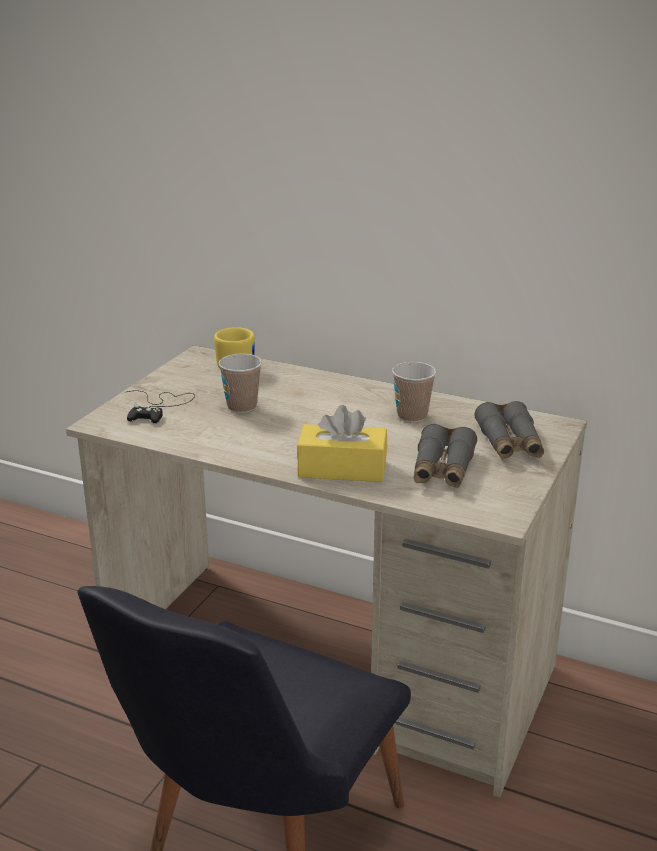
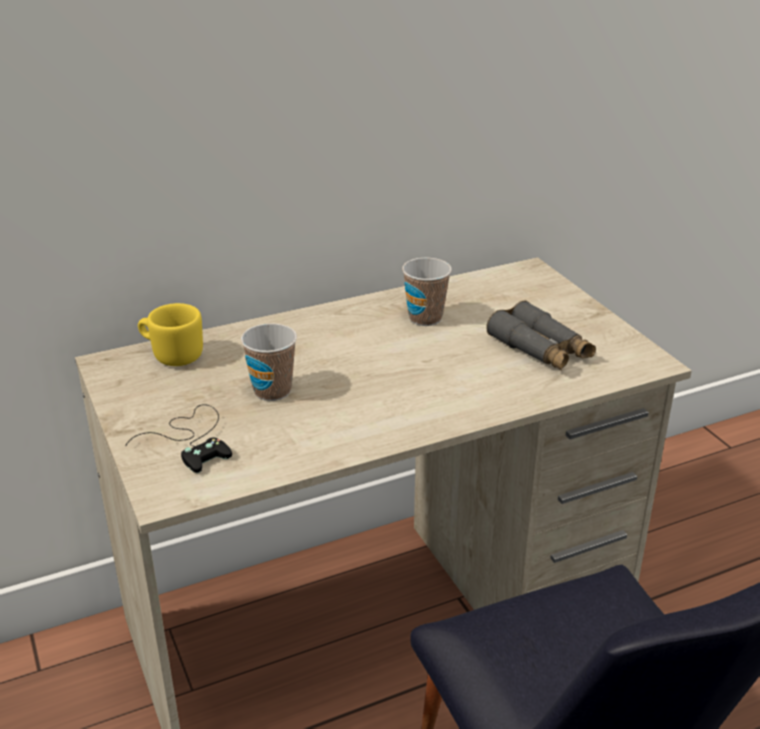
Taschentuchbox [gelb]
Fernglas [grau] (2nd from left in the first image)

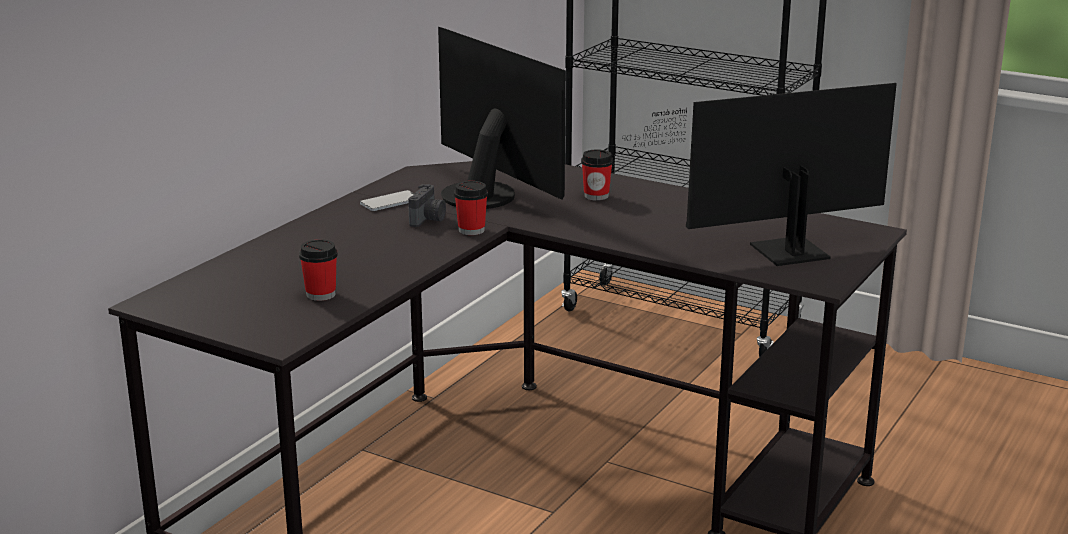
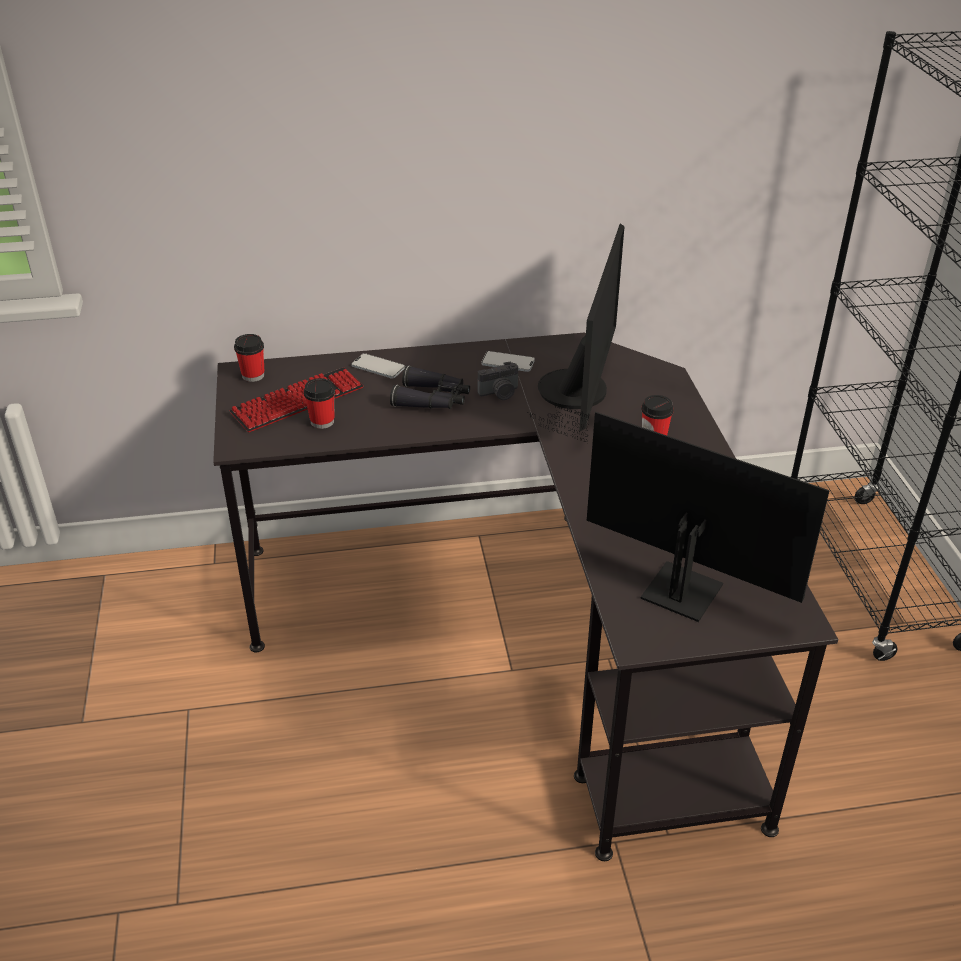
Tastatur
Tasse (1st from left)
Handy (1st from left)
Fernglas [schwarz]

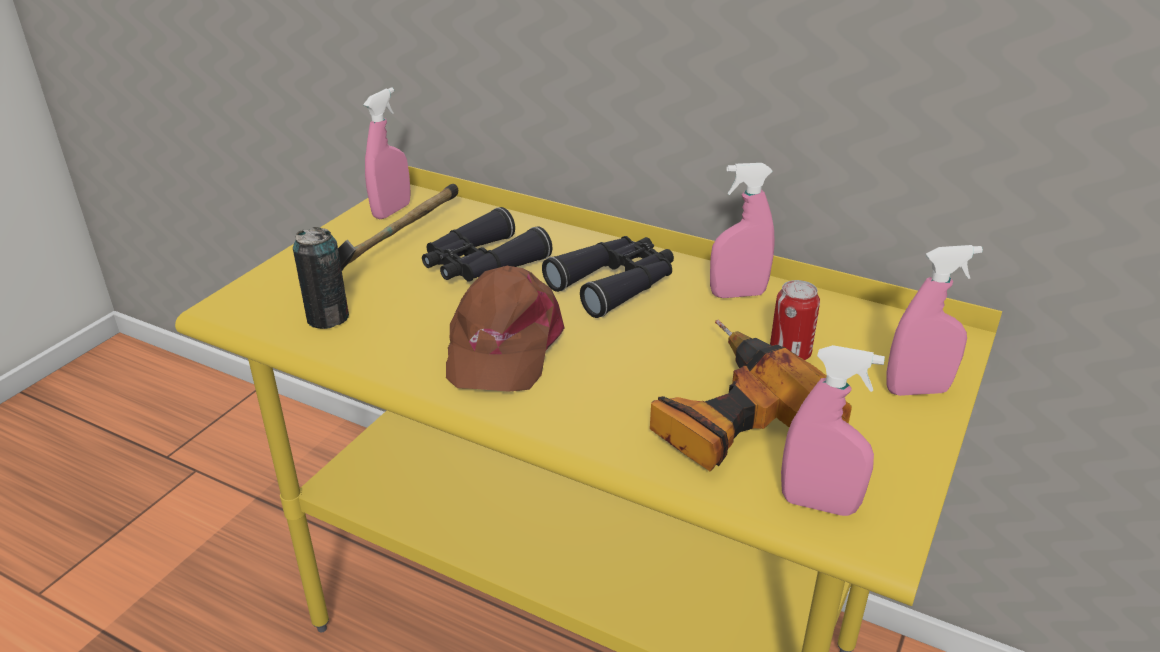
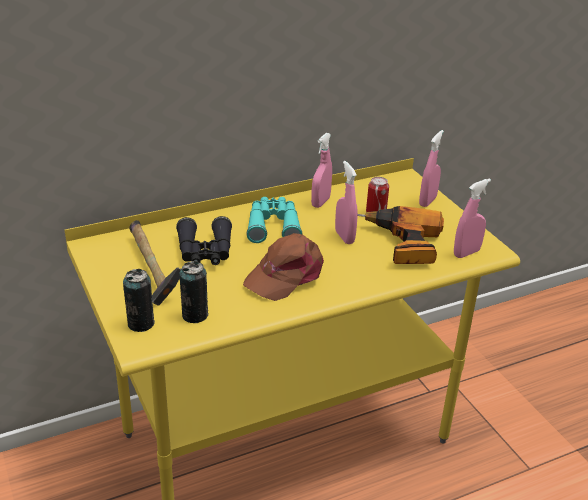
Dose (1st from left)
Kappe [braun]
Fernglas [türkis]
Sprühflasche [rosa] (2nd from left)

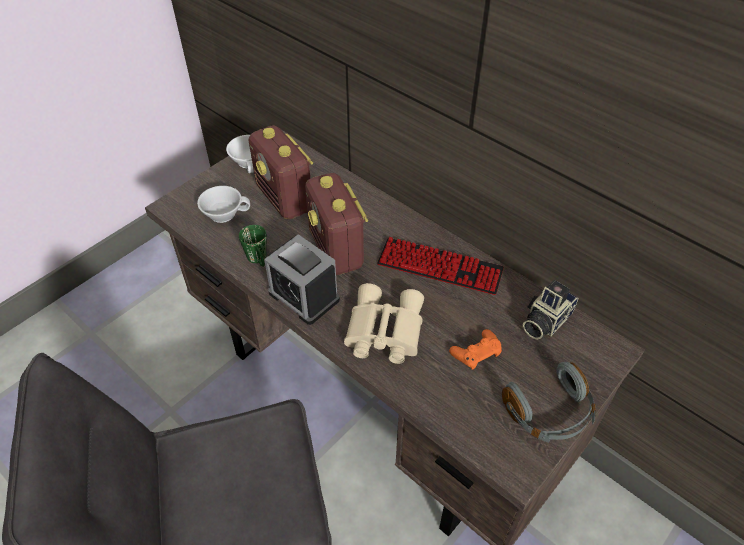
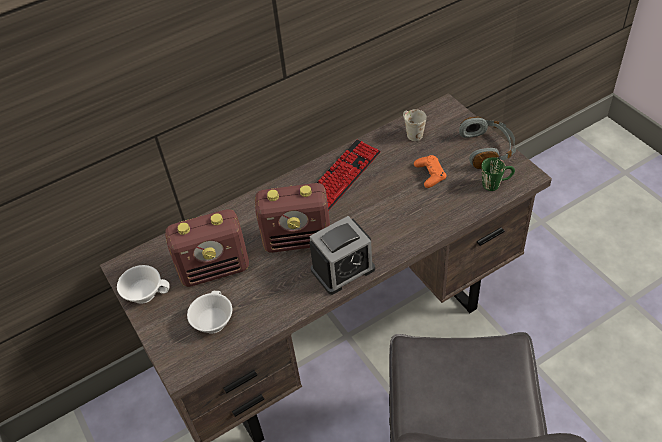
Henkelbecher [weiß]
Henkelbecher [grün]
Fernglas [beige]

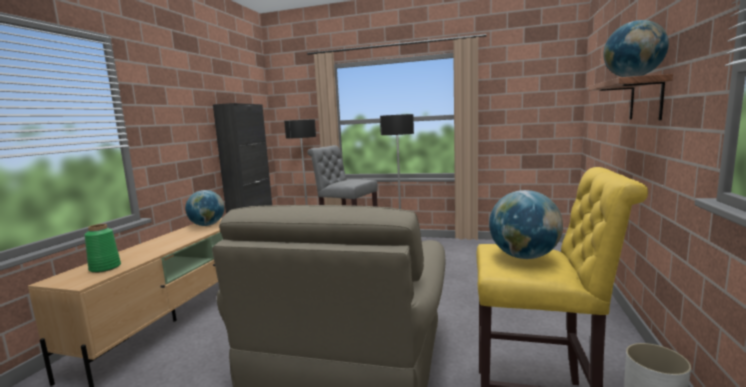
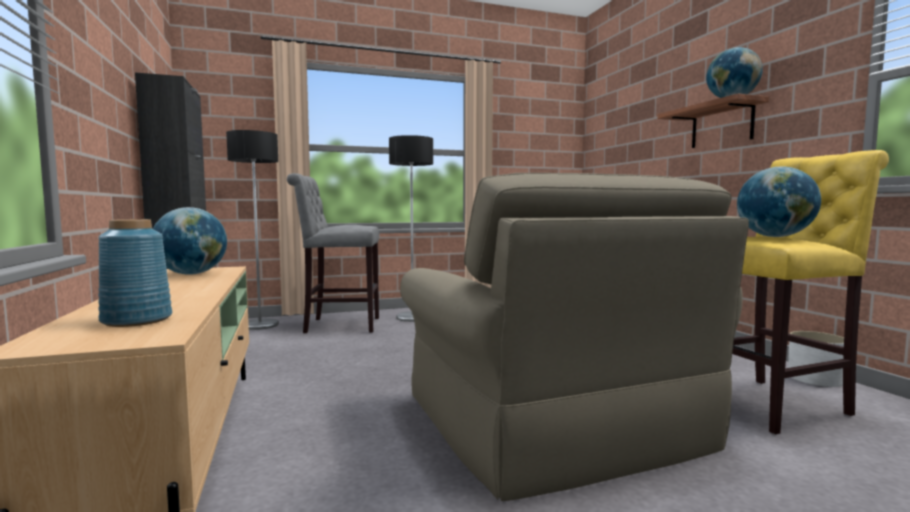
Vase [blau]

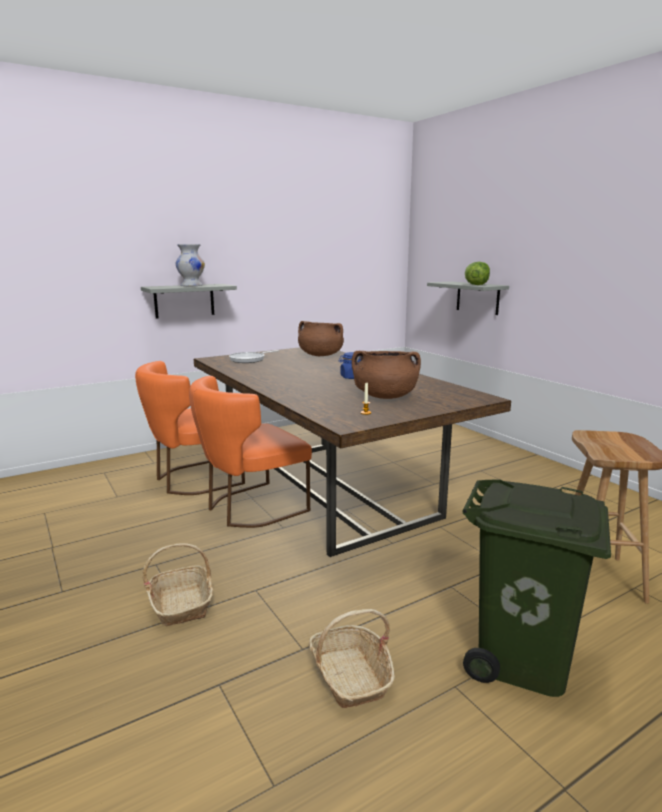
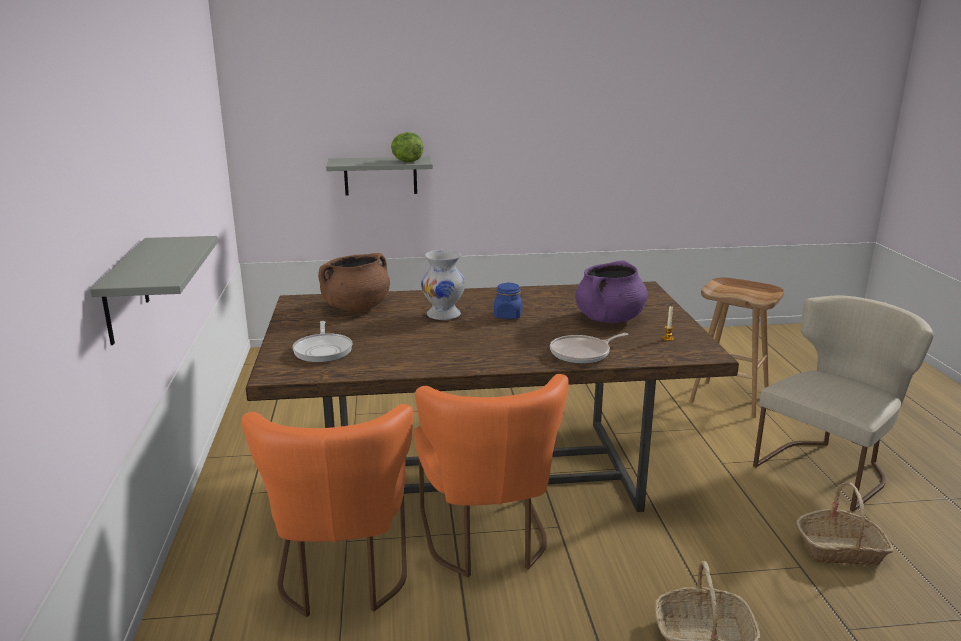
Vase [weiß]
Pfanne (2nd from left)
Kochtopf [lila]
Stuhl [beige]

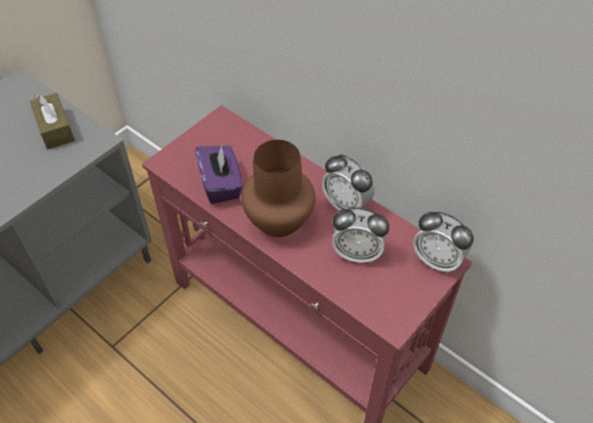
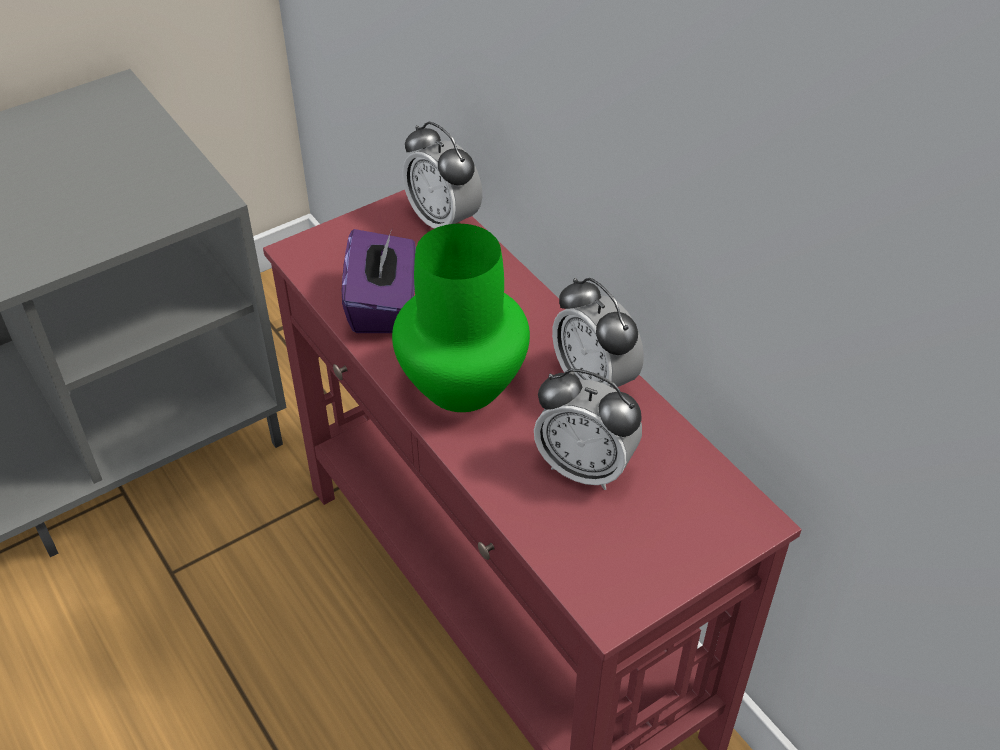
Vase [grün]
Wecker (1st from left)
Taschentuchbox [braun]

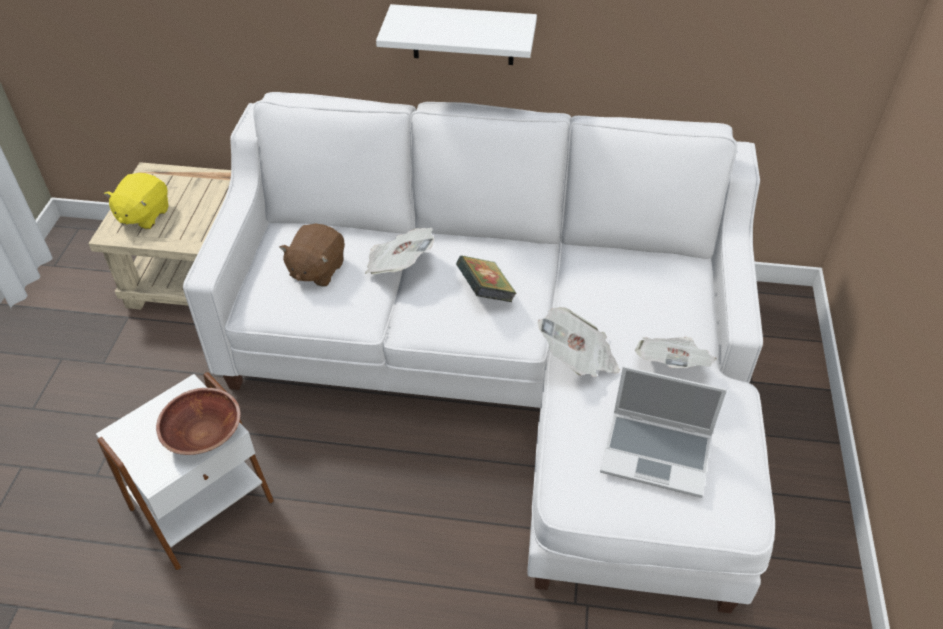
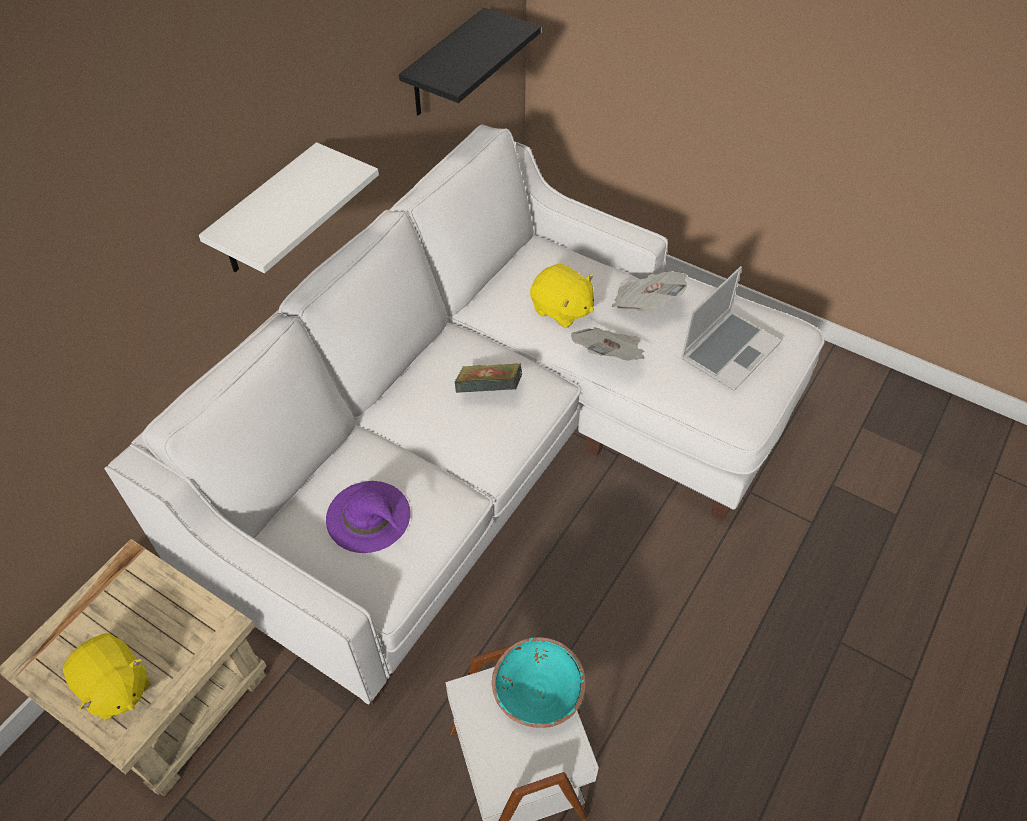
Hut [lila]
Wandregal [schwarz]
Schüssel [türkis]
Plüschtier [gelb] (2nd from left)
Zeitung (1st from left in the first image)

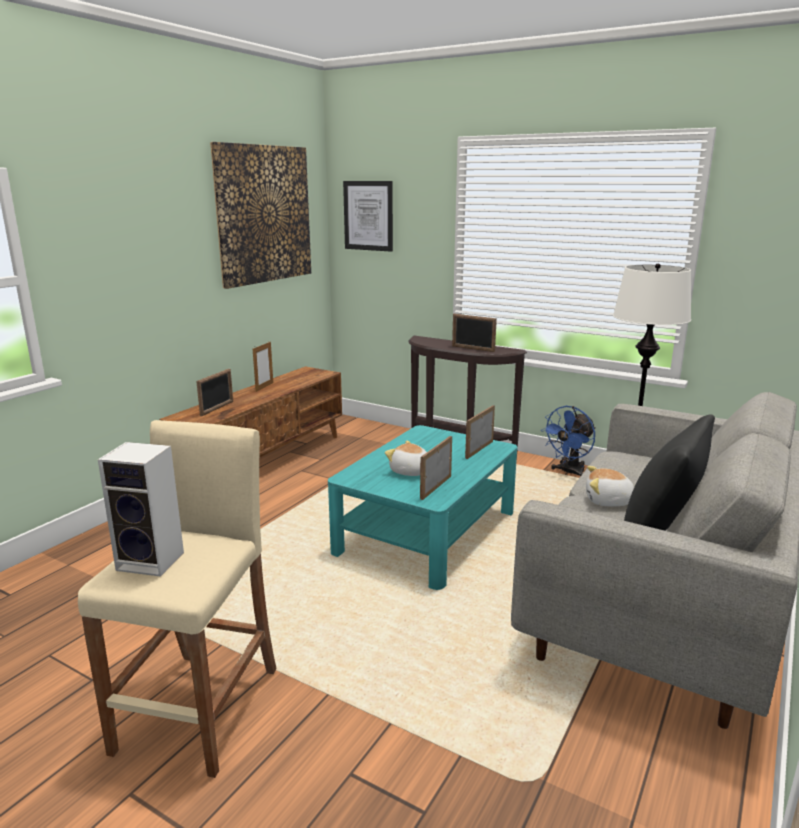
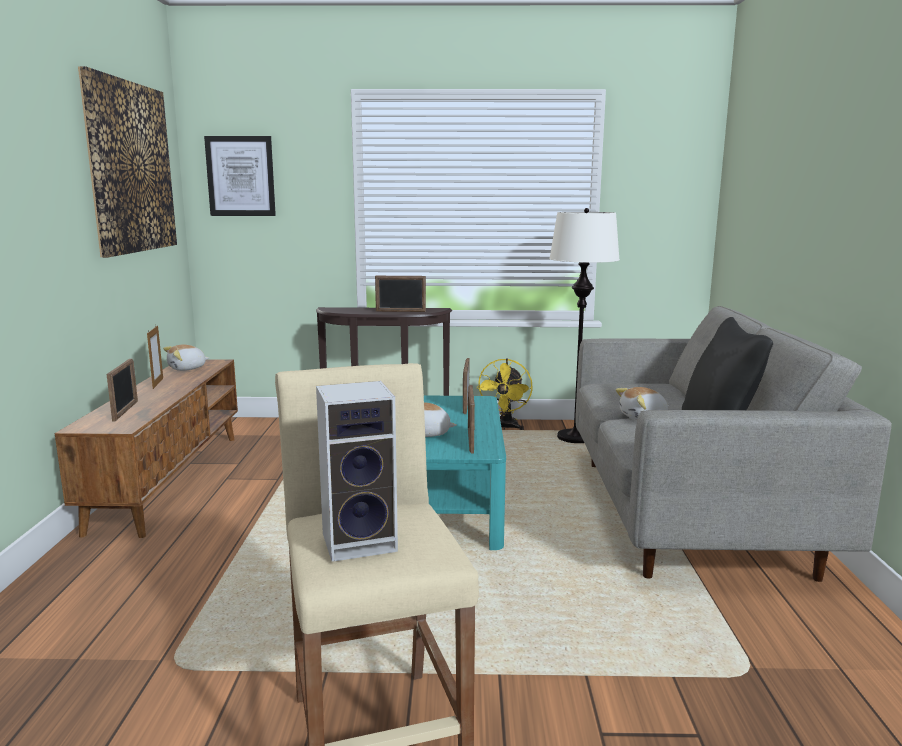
Plüschtier (1st from left)
Ventilator [gelb]

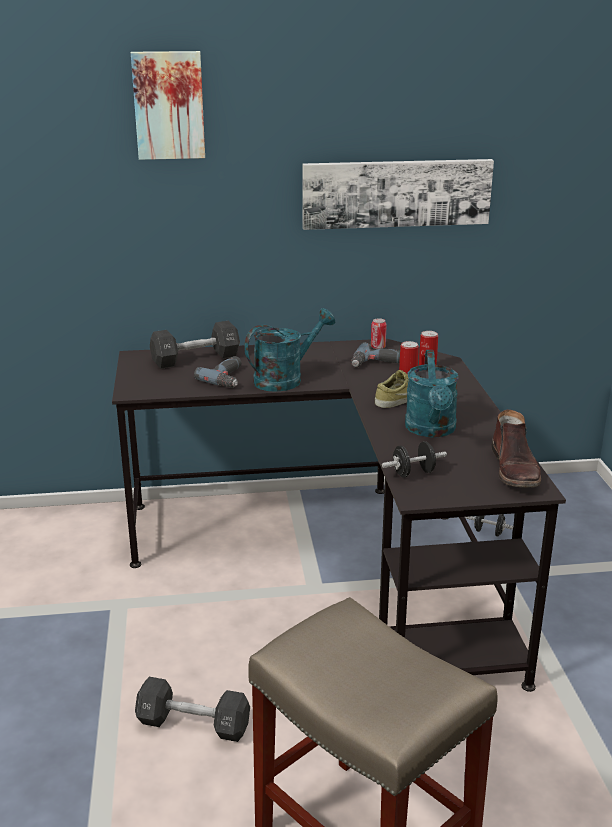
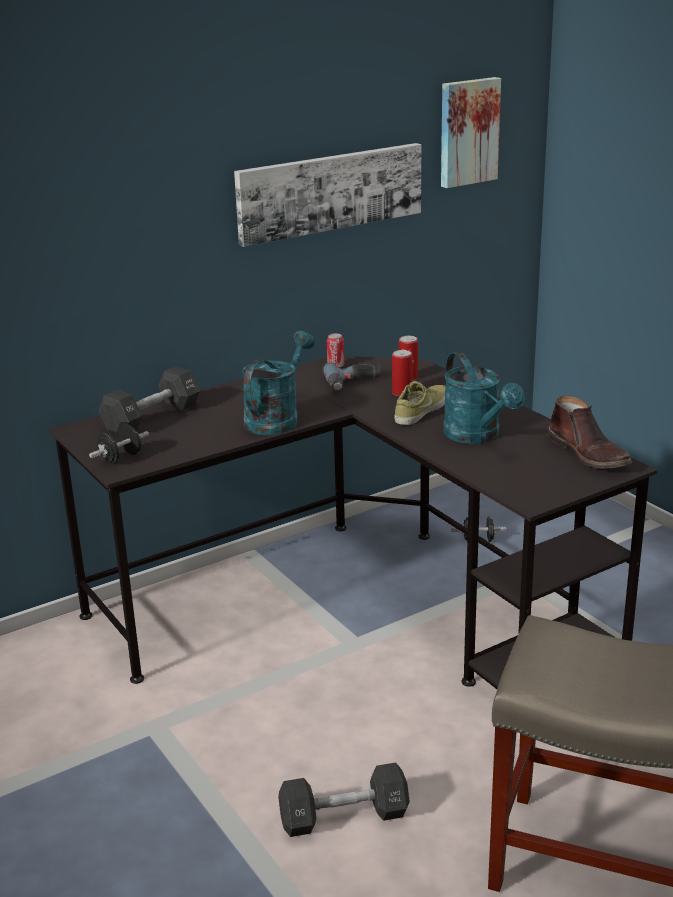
Hantel [schwarz] (1st from left)
Bild (2nd from left)
Bohrmaschine (1st from left in the first image)

